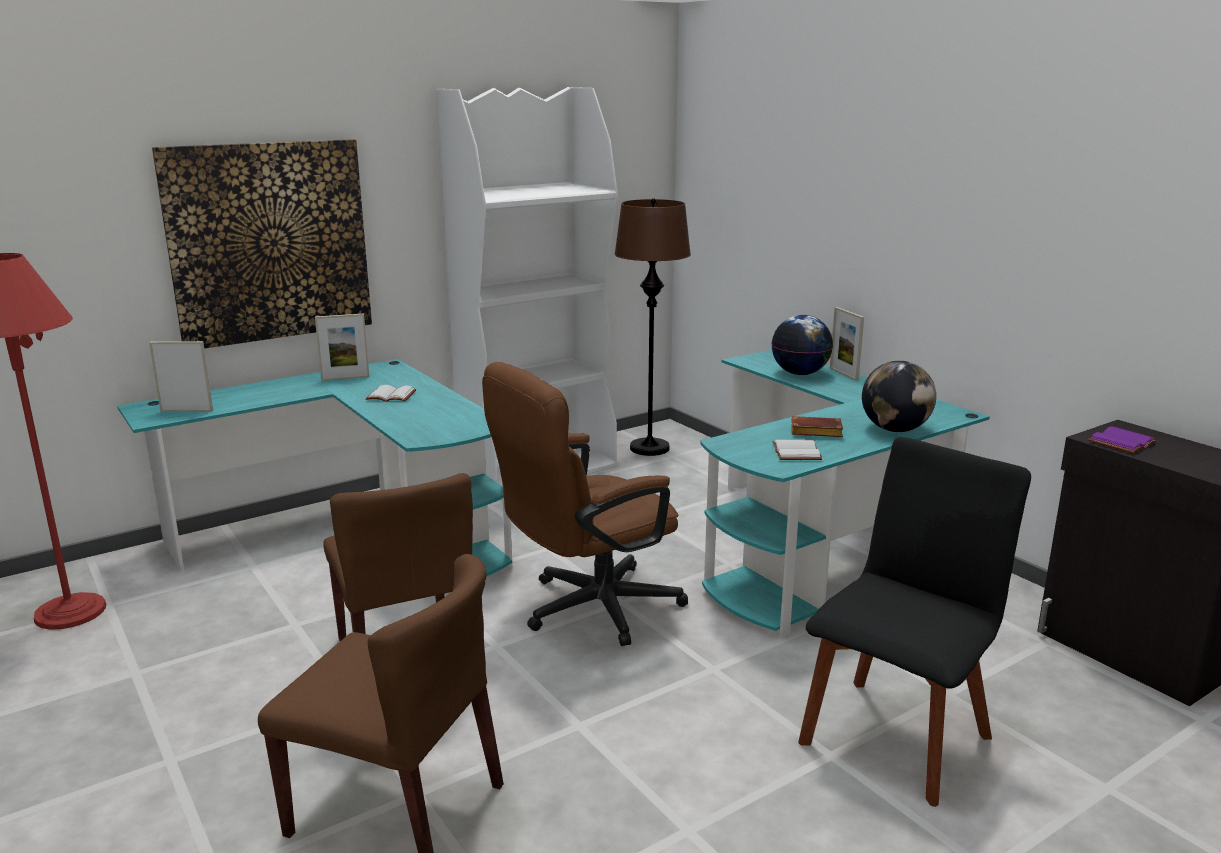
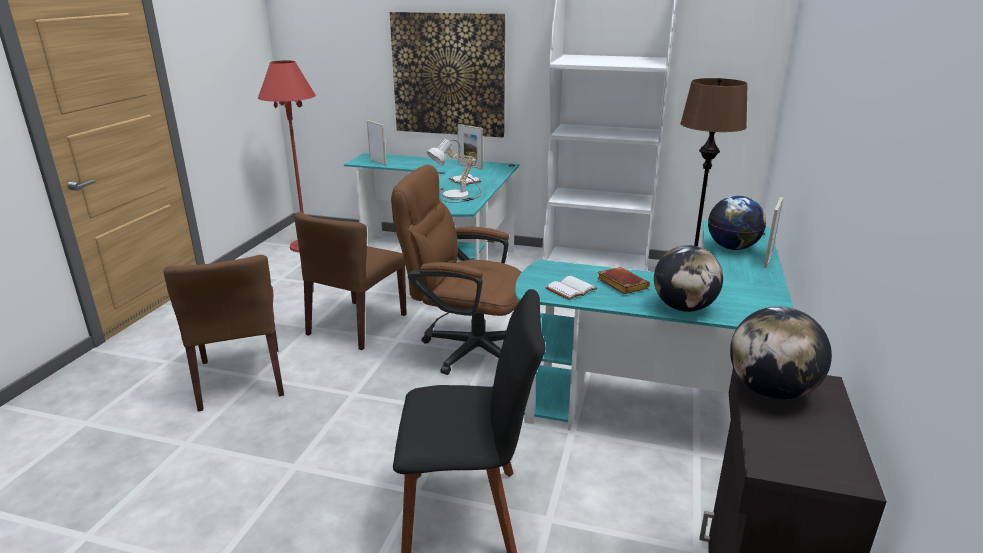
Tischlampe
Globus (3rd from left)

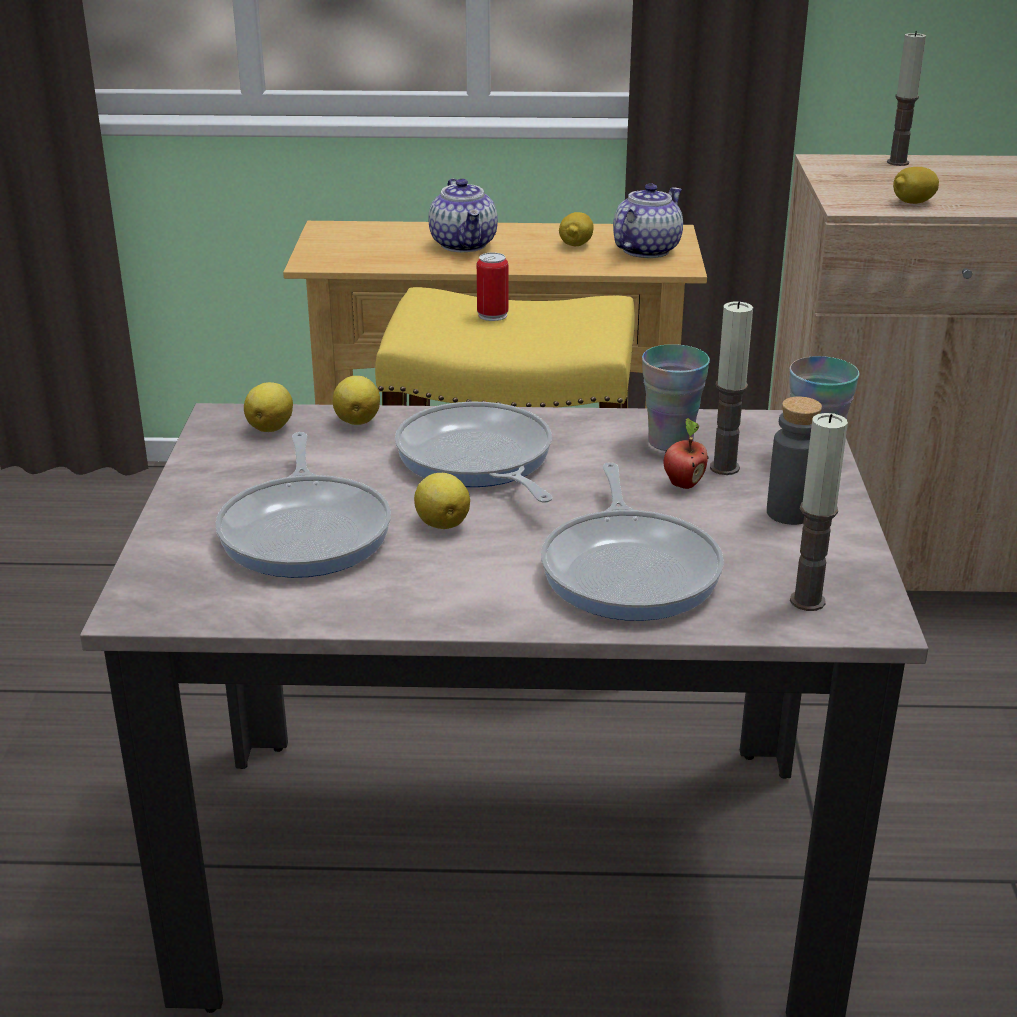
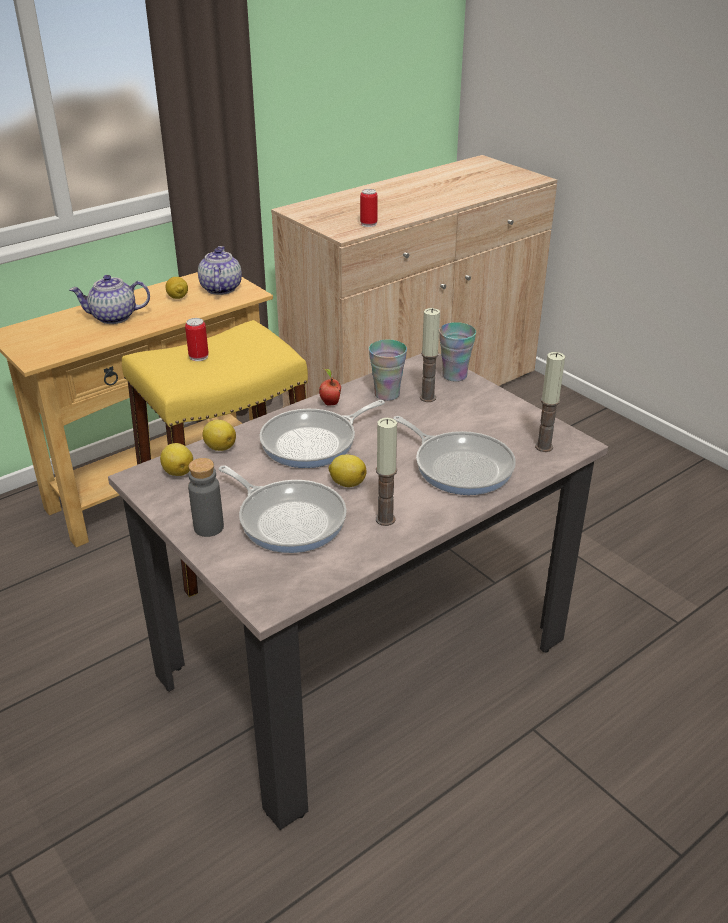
Teekanne (1st from left)
Flasche [grau]
Pfanne (2nd from left)
Apfel
Dose (2nd from left)
Kerze (1st from left)

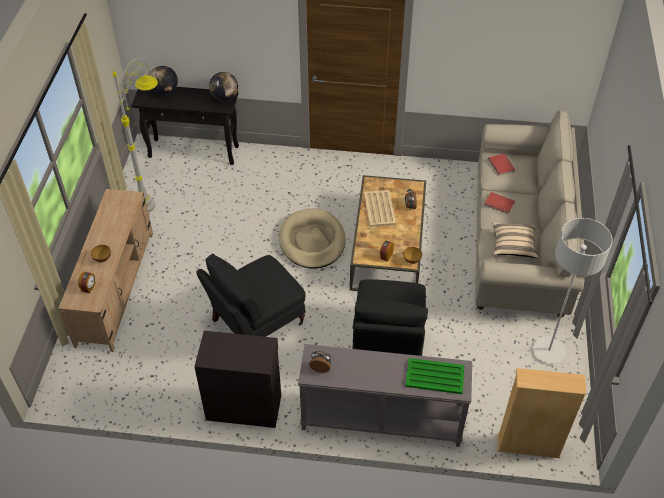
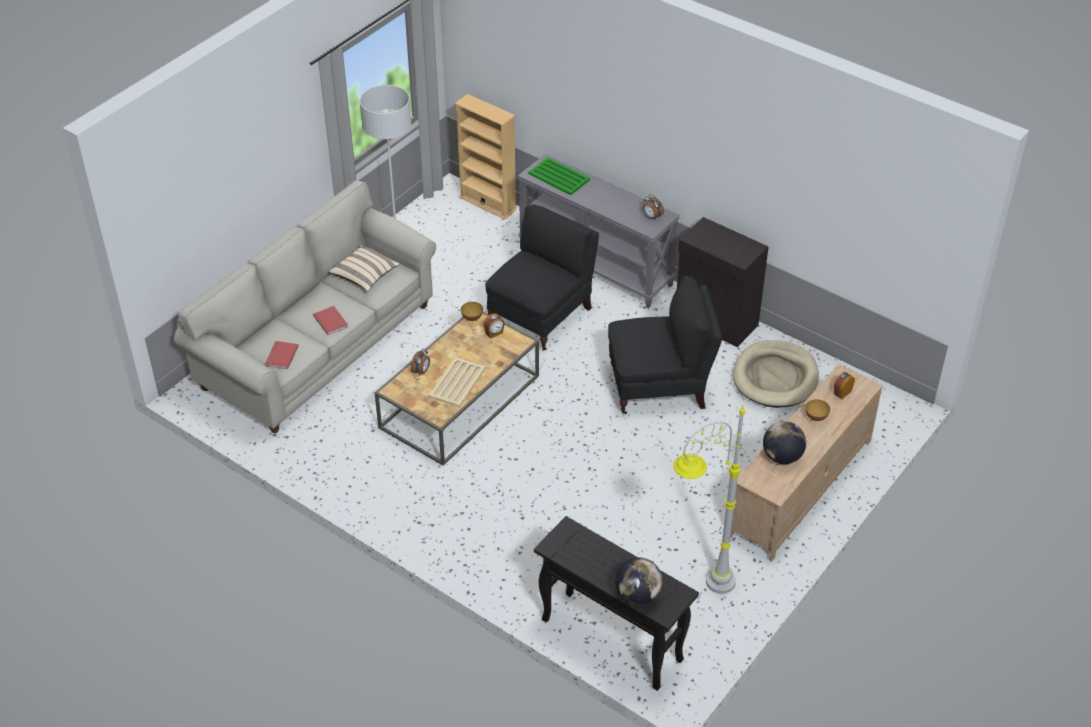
Hundebett [beige]
Globus (2nd from left)

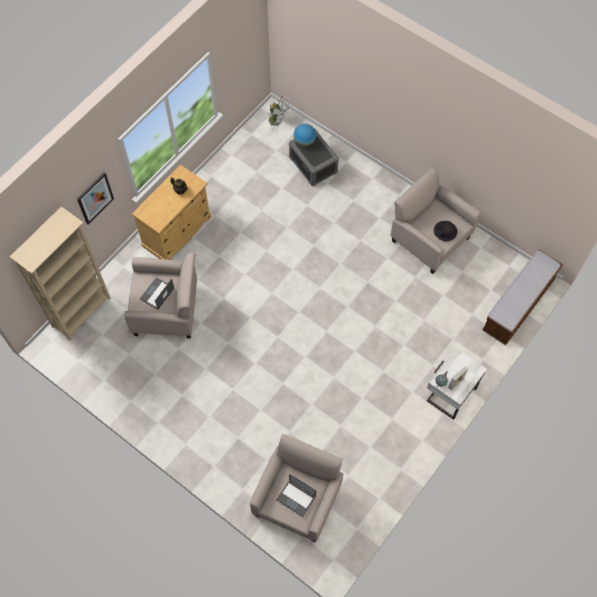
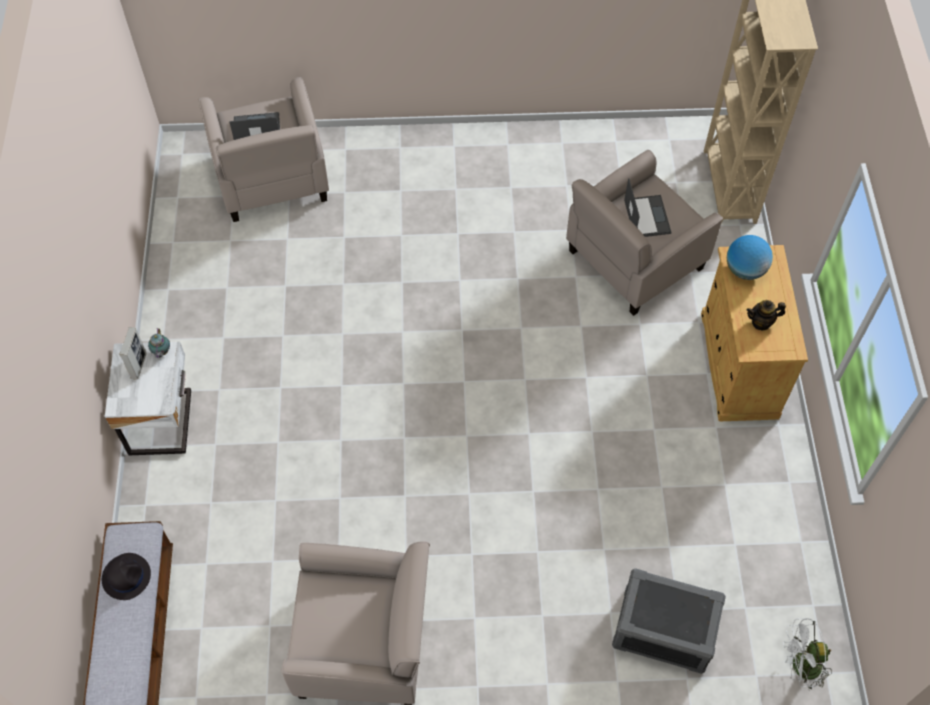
Hut [schwarz]
Globus
Bild

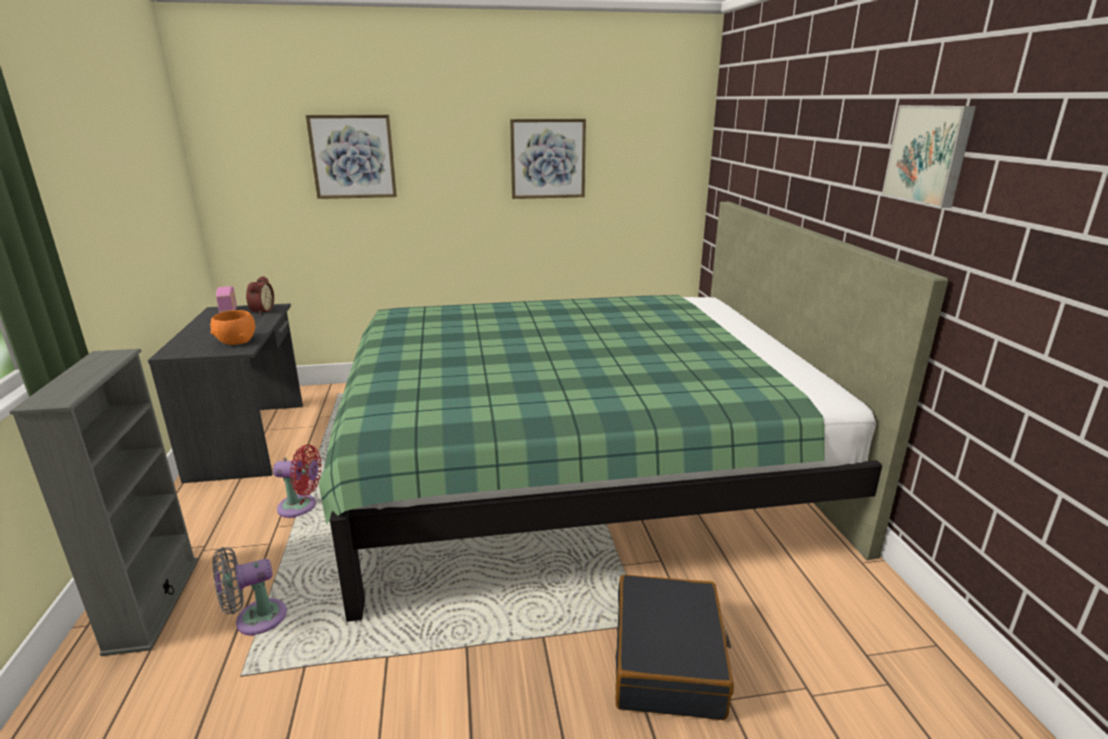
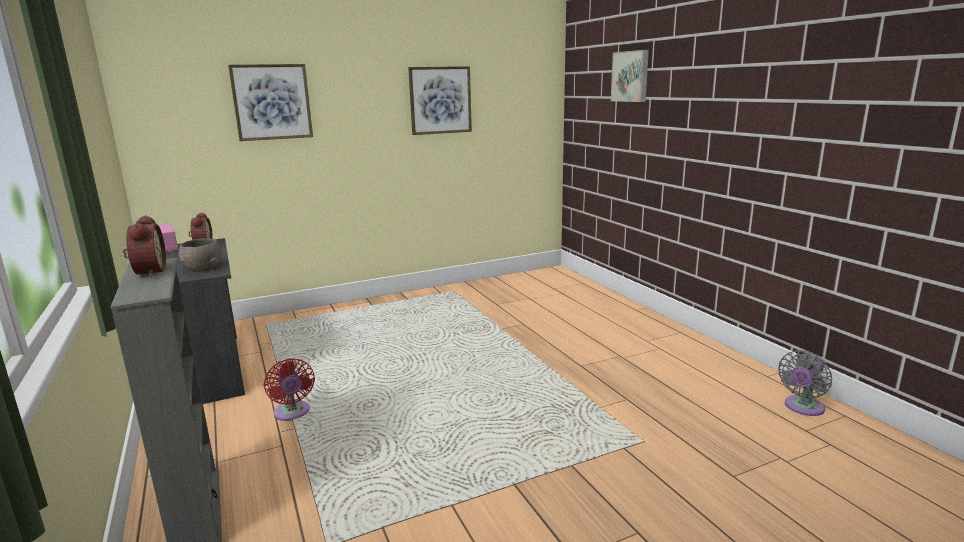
Wecker (1st from left)
Schüssel [grau]
Ventilator [rot]
Bild (3rd from left)
Ventilator [grau]
Bett [grün]
Koffer [schwarz]

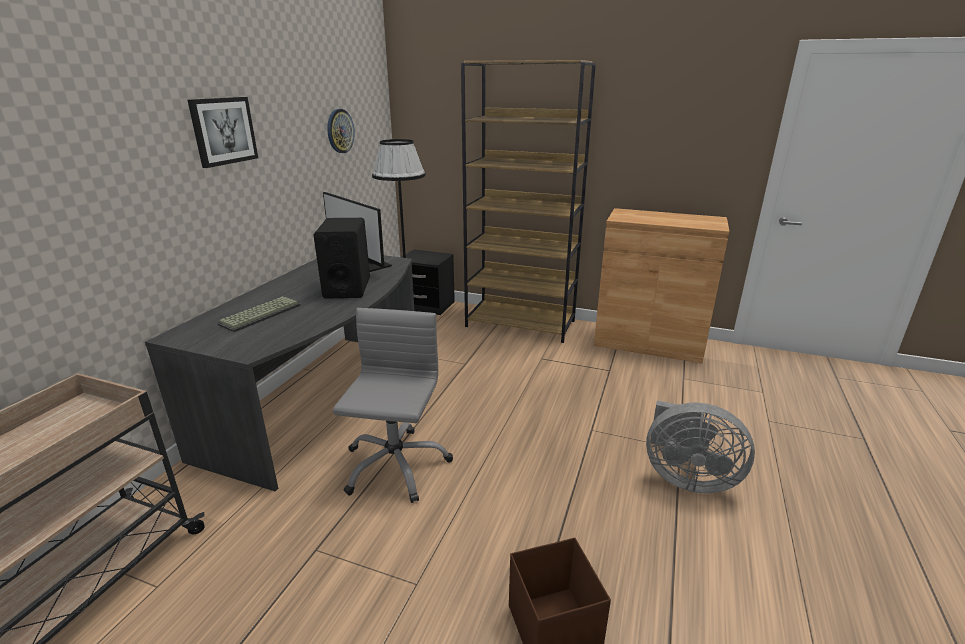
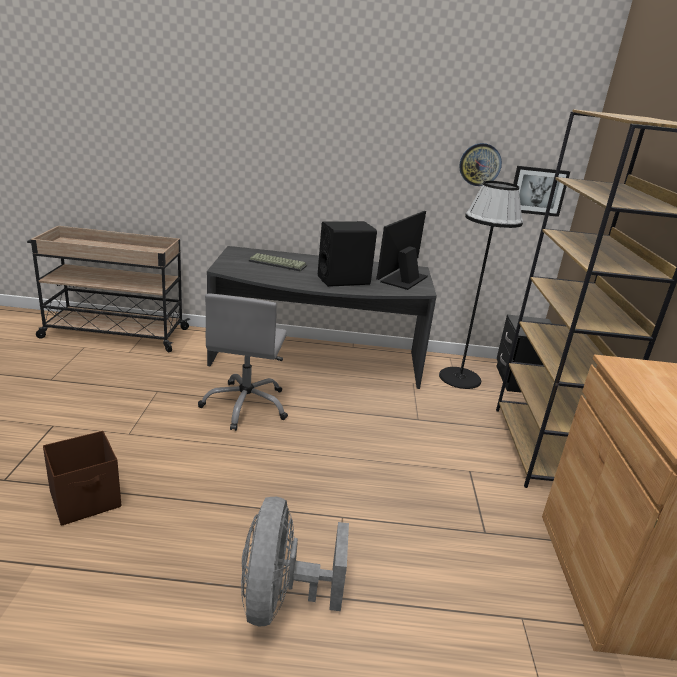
Bürostuhl [grau]
Bild

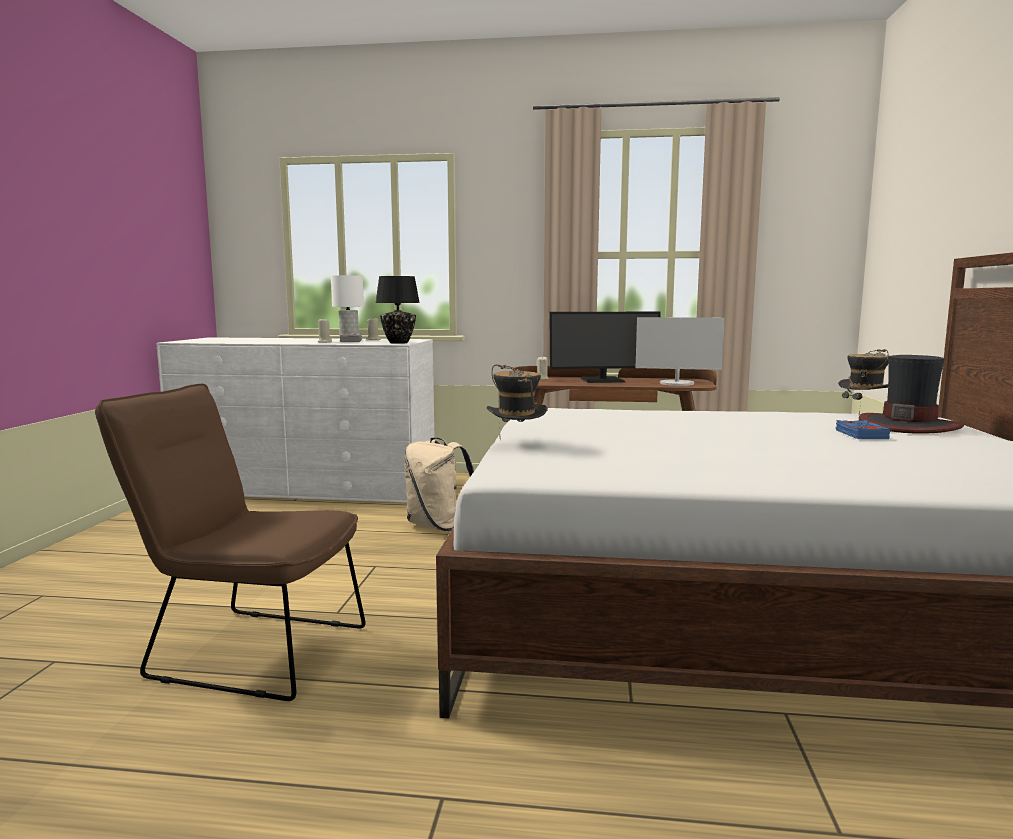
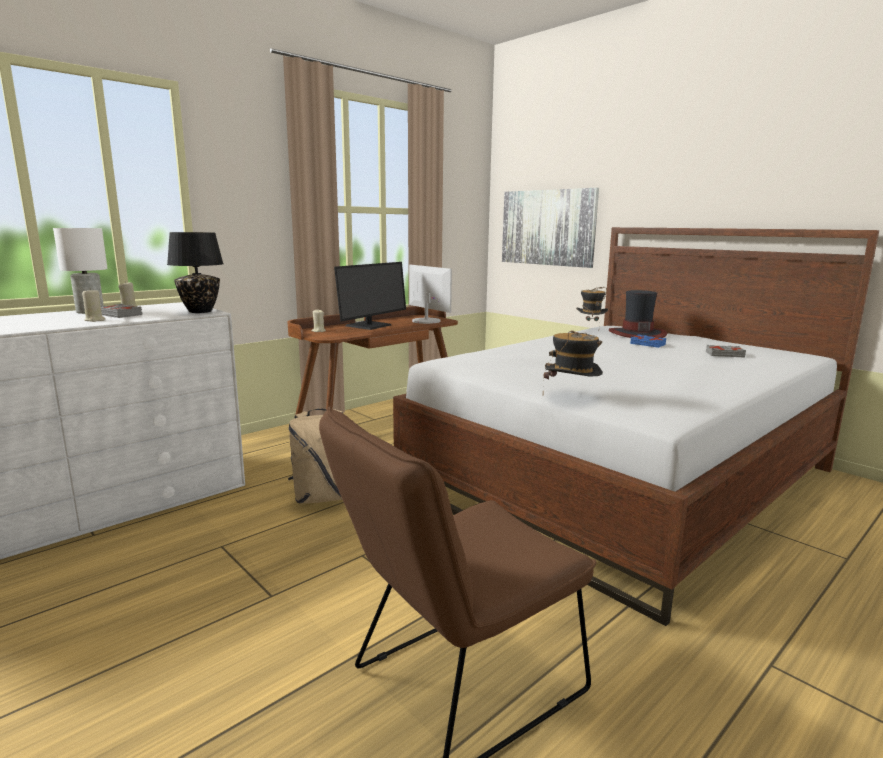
Monitor (2nd from left)
Bild
Buch [grau] (2nd from left)

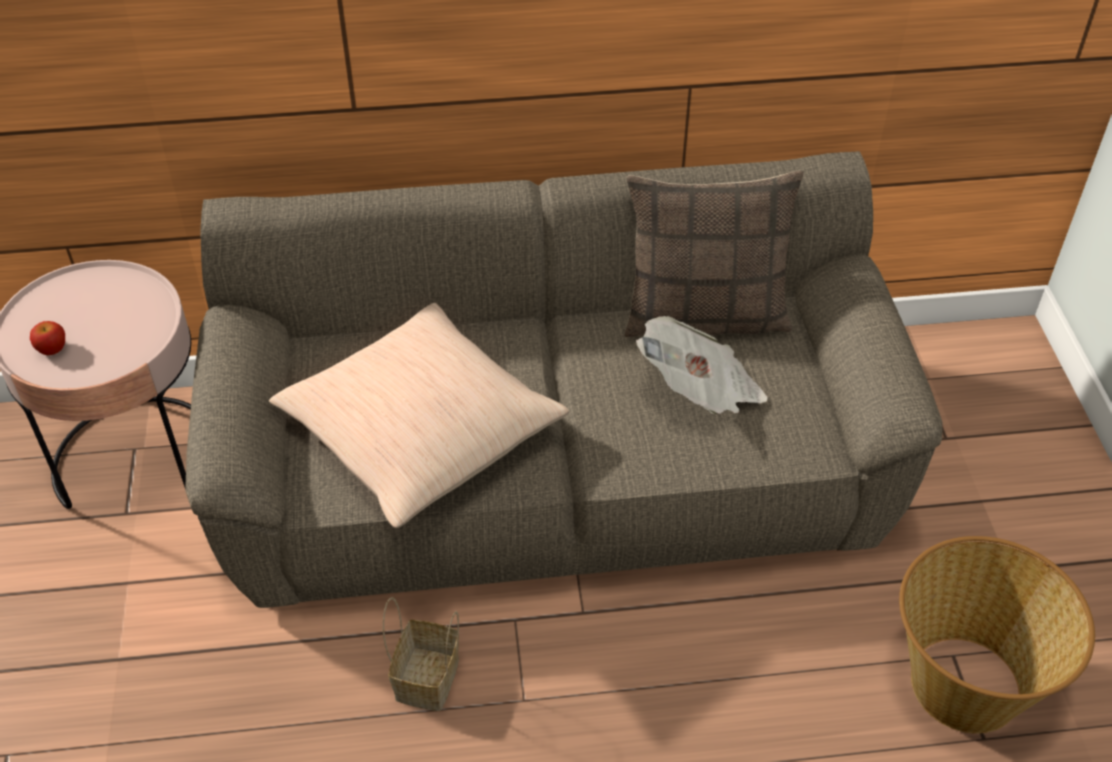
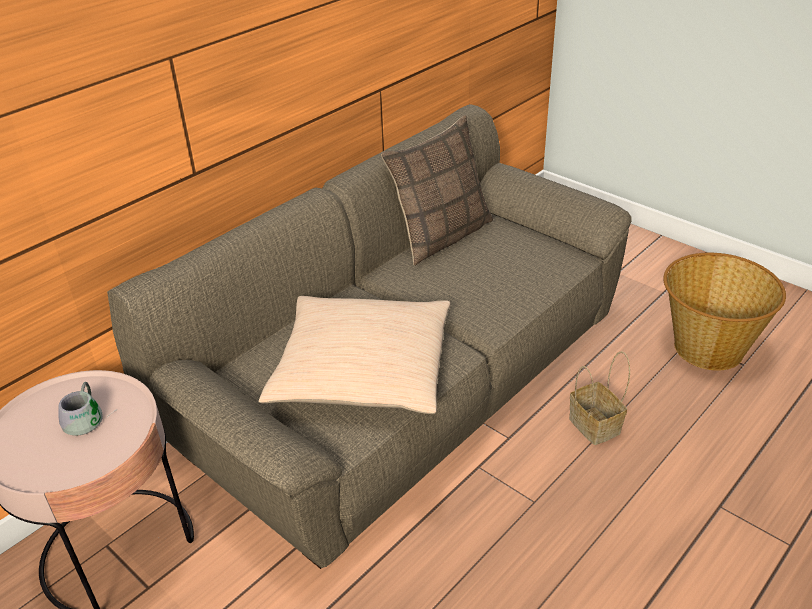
Henkelbecher [grau]
Korb (1st from left)
Apfel
Zeitung

